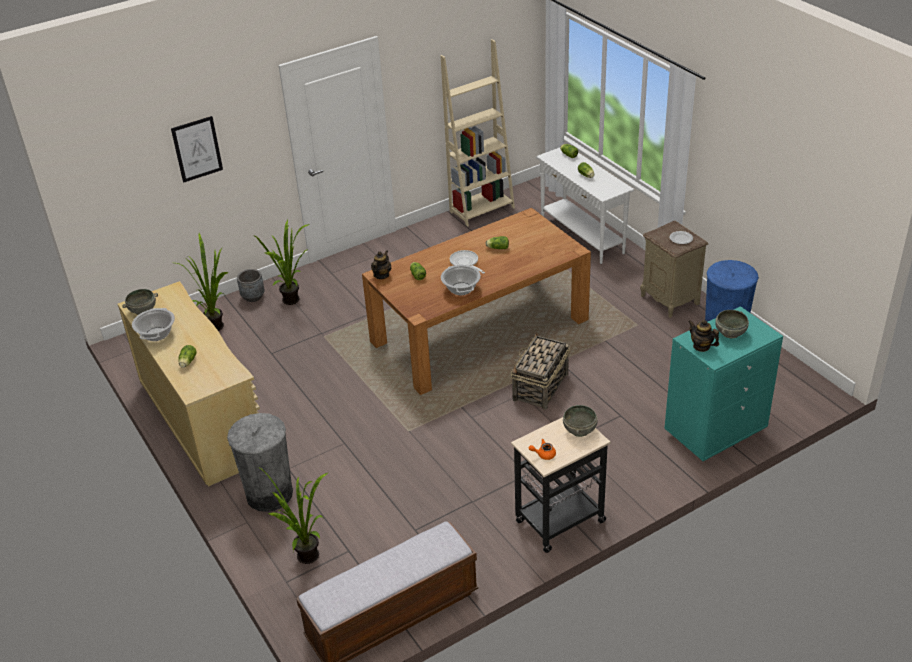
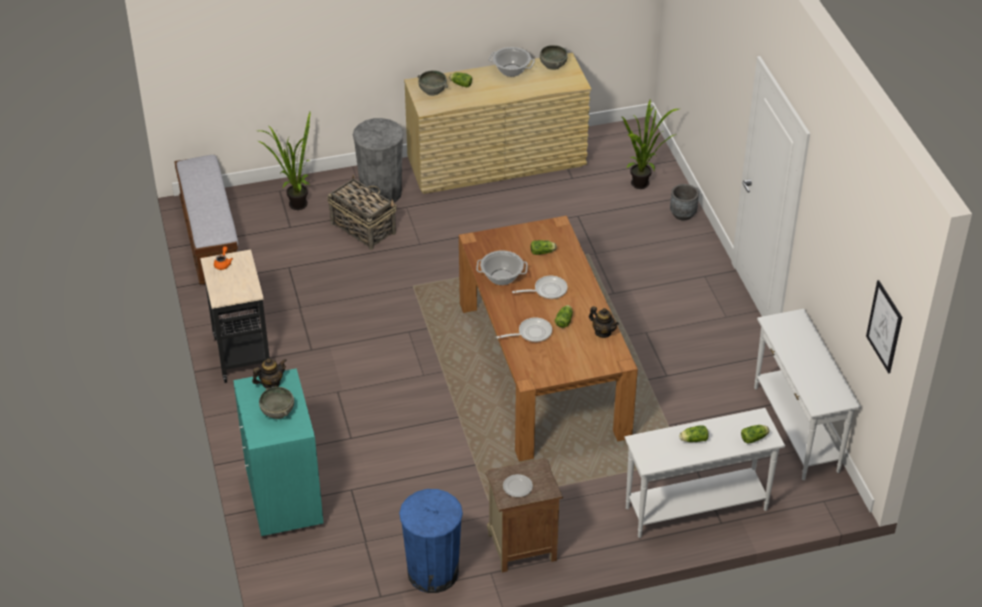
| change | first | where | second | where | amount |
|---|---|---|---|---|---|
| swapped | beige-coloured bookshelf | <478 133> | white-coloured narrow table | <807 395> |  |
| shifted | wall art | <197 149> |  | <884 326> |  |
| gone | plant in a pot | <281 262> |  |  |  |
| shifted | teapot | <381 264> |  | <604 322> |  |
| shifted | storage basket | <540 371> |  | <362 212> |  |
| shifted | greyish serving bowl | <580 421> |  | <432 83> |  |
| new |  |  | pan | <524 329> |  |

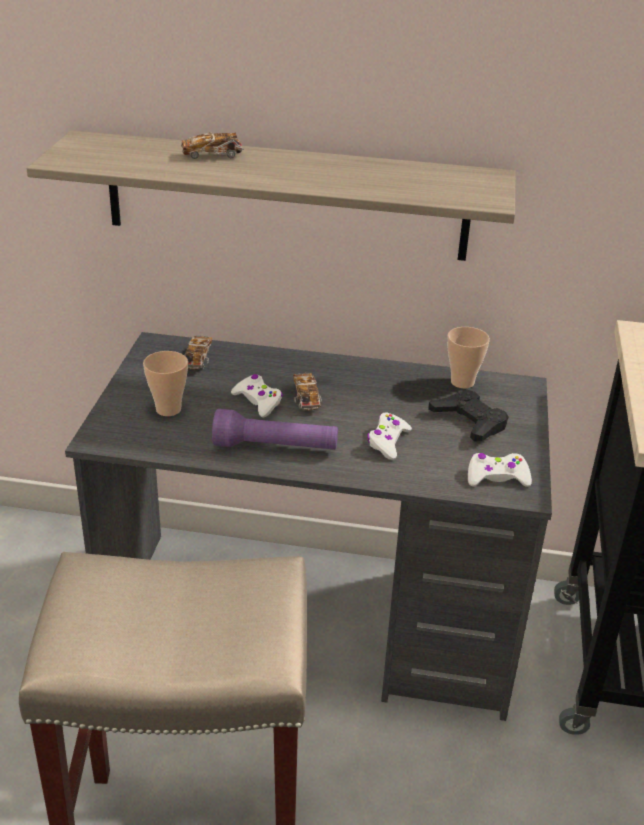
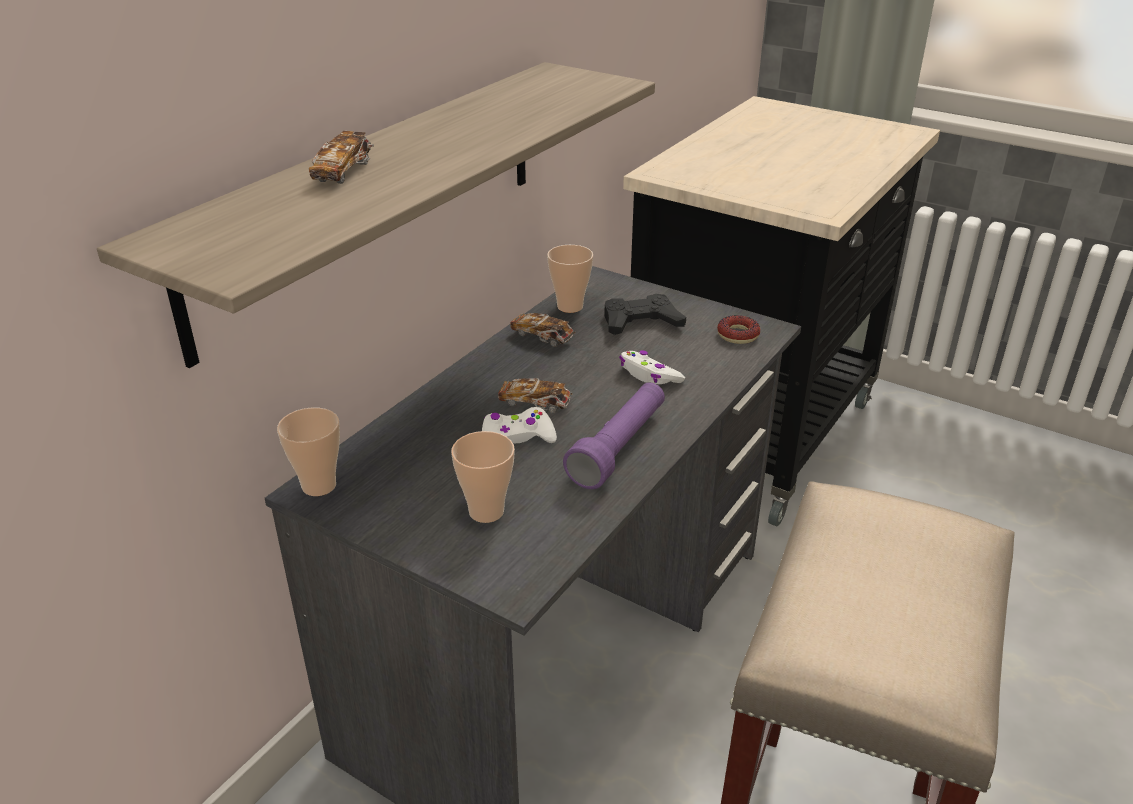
| change | first | where | second | where | amount |
|---|---|---|---|---|---|
| shifted | model car | <198 352> |  | <543 330> |  |
| swapped | white-coloured game controller | <500 470> | donut | <738 329> |  |
| new |  |  | cup | <308 451> |  |

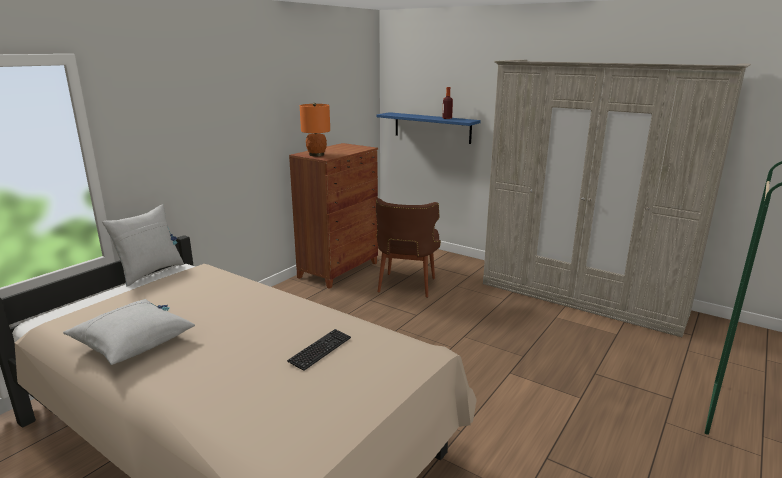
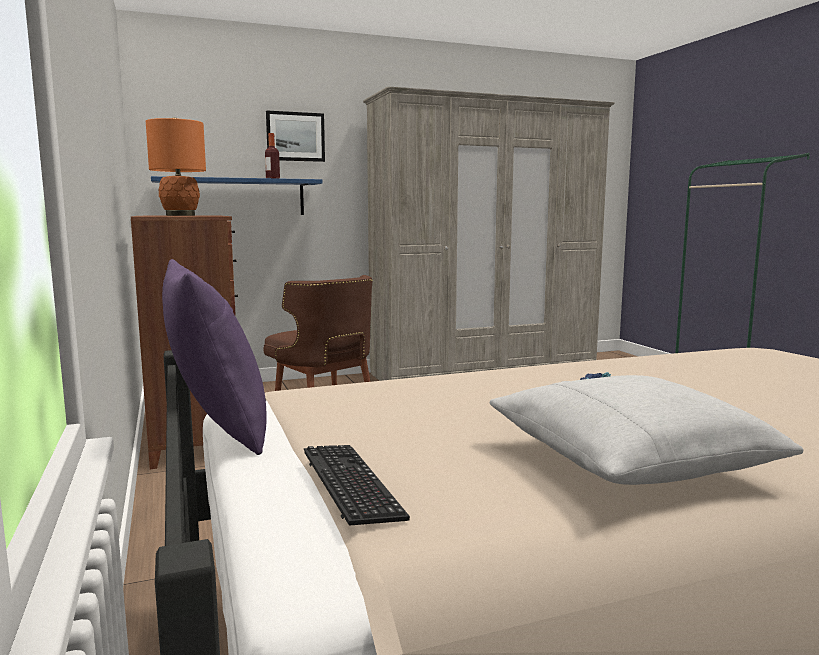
| change | first | where | second | where | amount |
|---|---|---|---|---|---|
| repainted | greyish pillow | <143 245> | purplish pillow | <214 357> |  |
| shifted | keyboard | <319 350> |  | <357 485> |  |
| new |  |  | wall art | <295 136> |  |

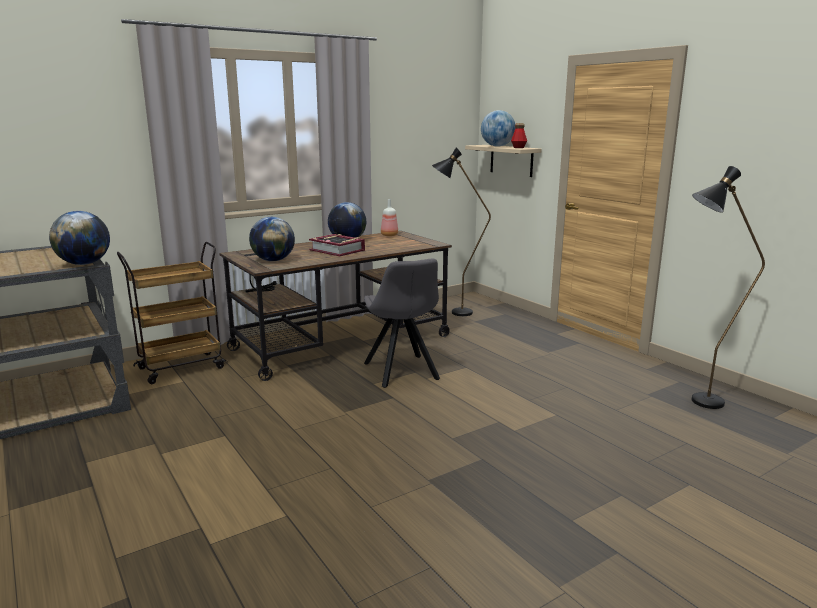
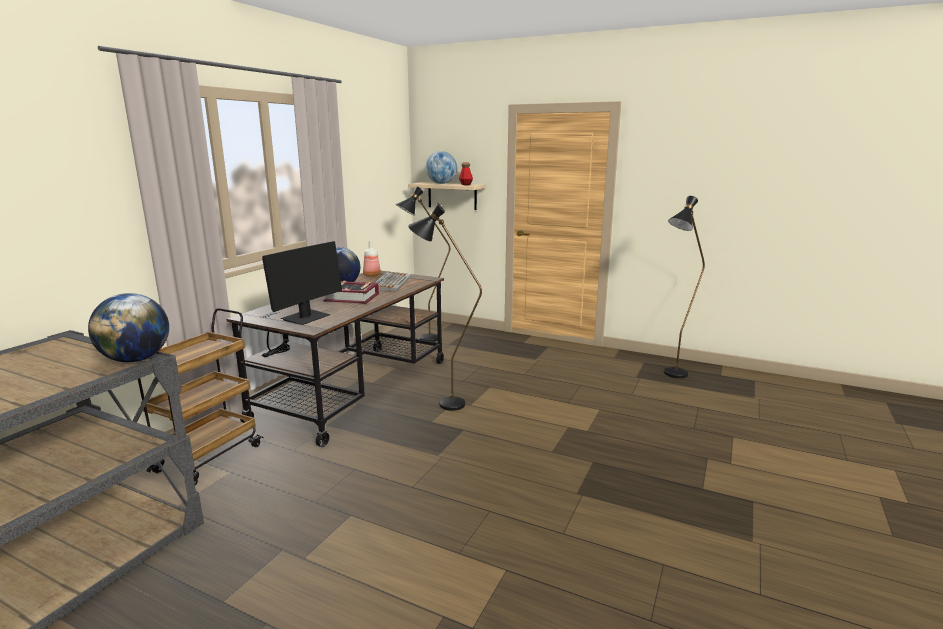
| change | first | where | second | where | amount |
|---|---|---|---|---|---|
| swapped | world globe | <272 239> | computer screen | <302 283> |  |
| swapped | greyish upright chair | <402 323> | black-coloured standard lamp | <445 307> |  |
| new |  |  | keyboard | <392 282> |  |

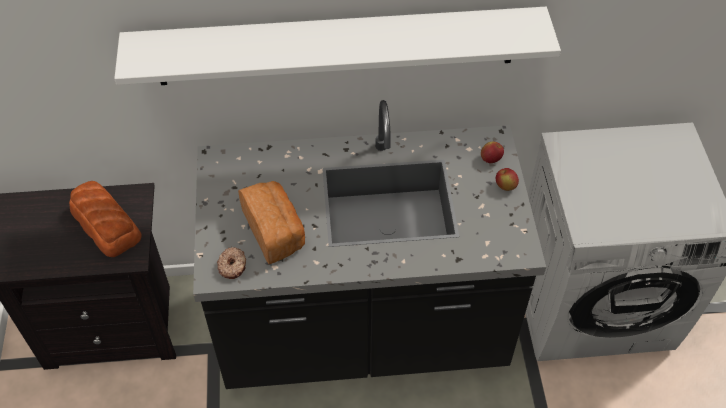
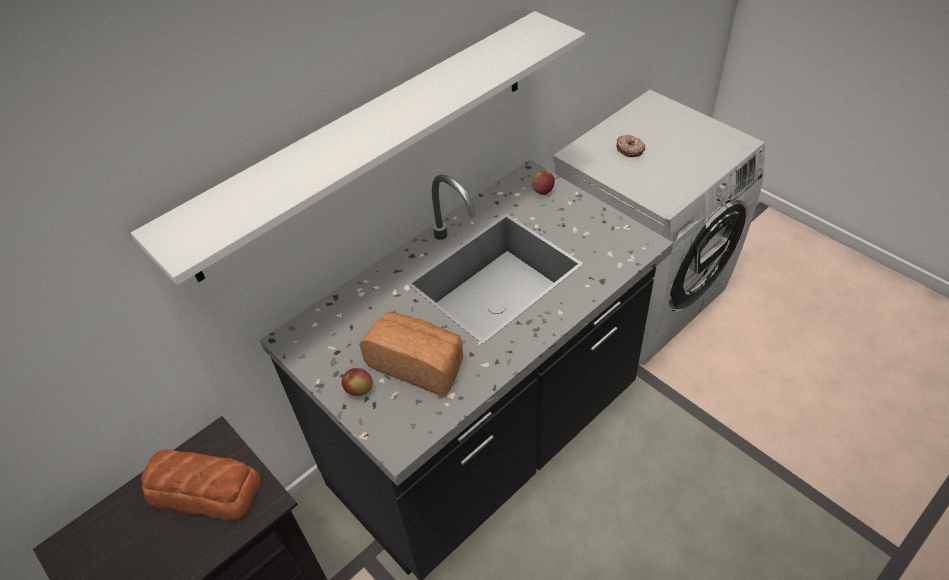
| change | first | where | second | where | amount |
|---|---|---|---|---|---|
| shifted | whole apple | <507 179> |  | <357 382> |  |
| shifted | donut | <231 263> |  | <630 146> |  |

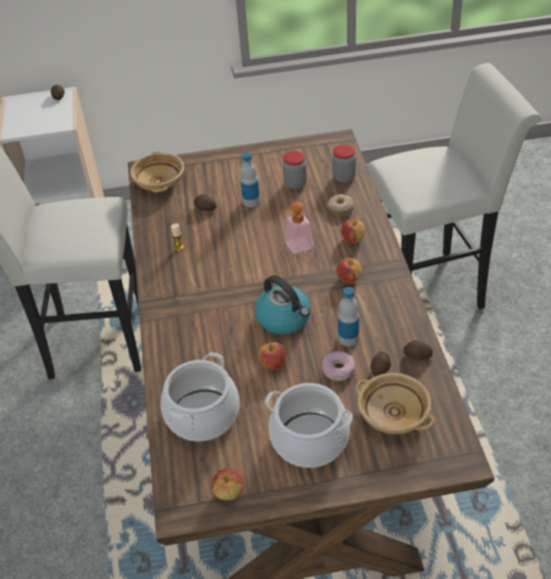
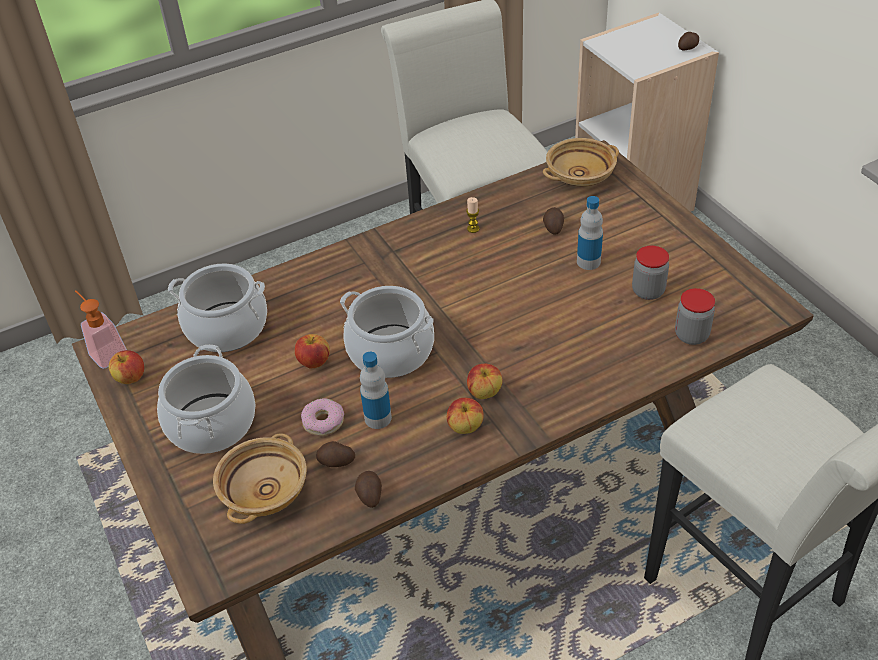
| change | first | where | second | where | amount |
|---|---|---|---|---|---|
| gone | donut | <341 205> |  |  |  |
| shifted | soap dispenser | <294 228> |  | <101 329> |  |
| shifted | whole apple | <353 231> |  | <465 416> |  |
| swapped | tea kettle | <283 305> | cooking pot | <387 332> |  |

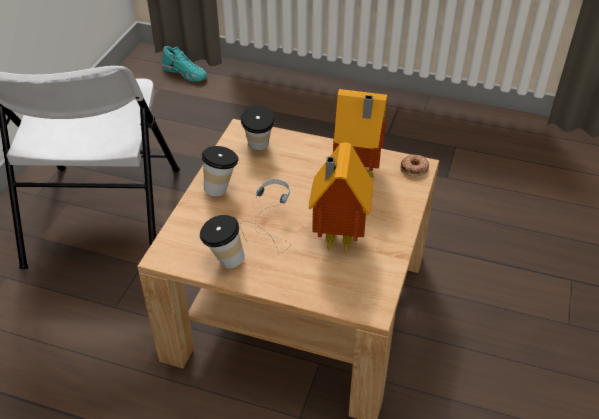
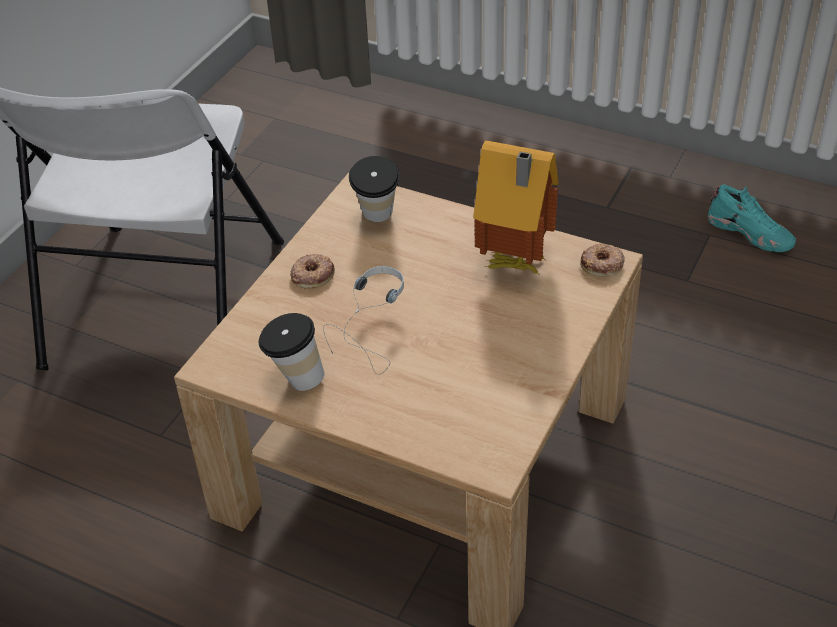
| change | first | where | second | where | amount |
|---|---|---|---|---|---|
| shifted | turquoise item of footwear | <184 64> |  | <752 218> |  |
| gone | miniature house | <341 198> |  |  |  |
| swapped | cup | <220 171> | donut | <312 271> |  |

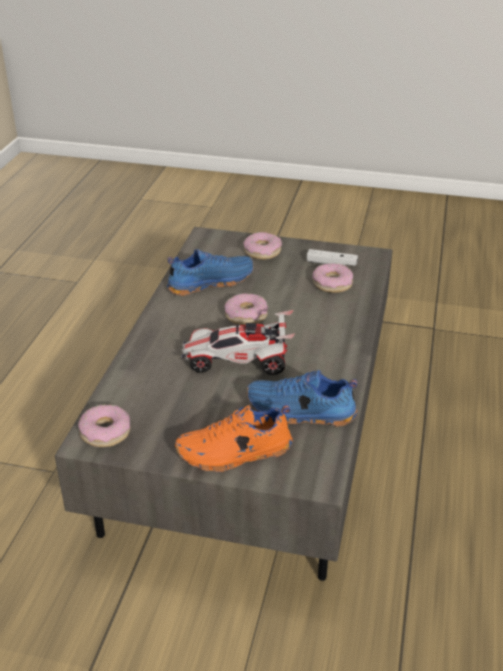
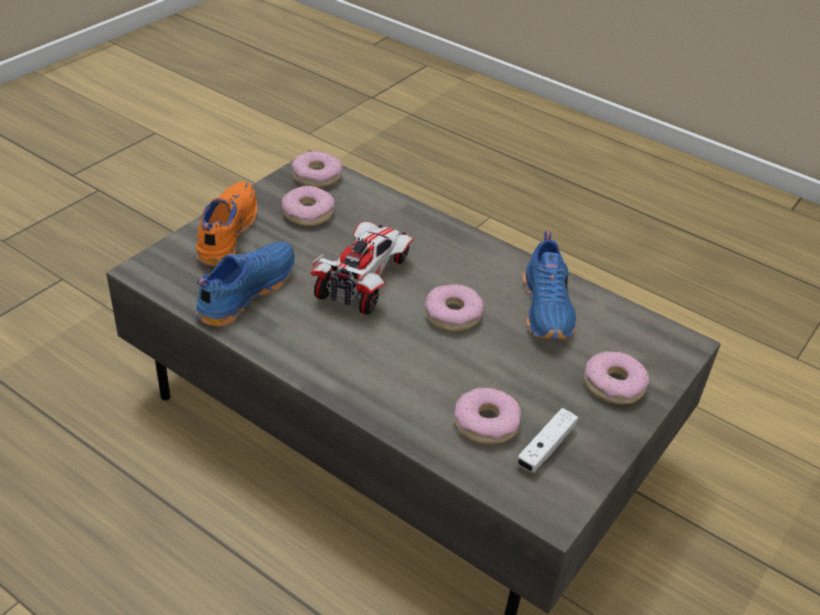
| change | first | where | second | where | amount |
|---|---|---|---|---|---|
| new |  |  | donut | <308 206> |  |

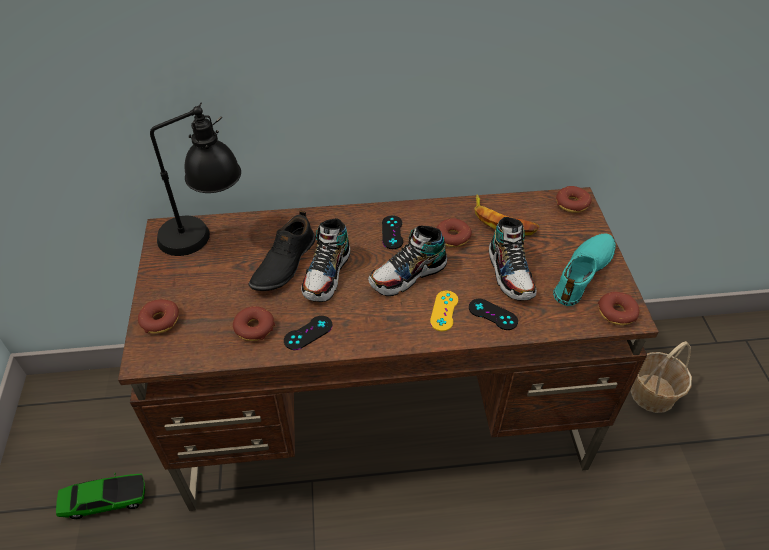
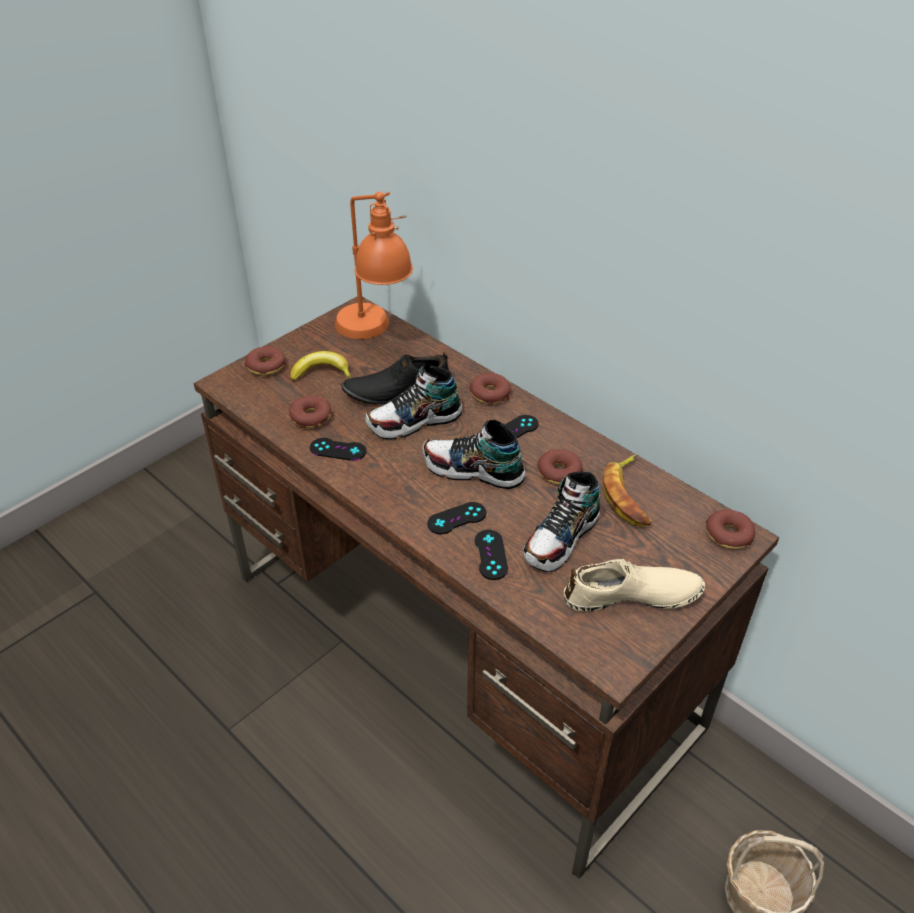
| change | first | where | second | where | amount |
|---|---|---|---|---|---|
| repainted | black-coloured lamp for a table | <195 179> | orangey lamp for a table | <374 265> |  |
| repainted | turquoise item of footwear | <584 269> | beige-coloured item of footwear | <634 585> |  |
| repainted | yellow-coloured game controller | <444 311> | black-coloured game controller | <456 518> |  |
| shifted | donut | <618 308> |  | <490 388> |  |
| gone | model car | <100 495> |  |  |  |
| new |  |  | whole banana | <320 366> |  |

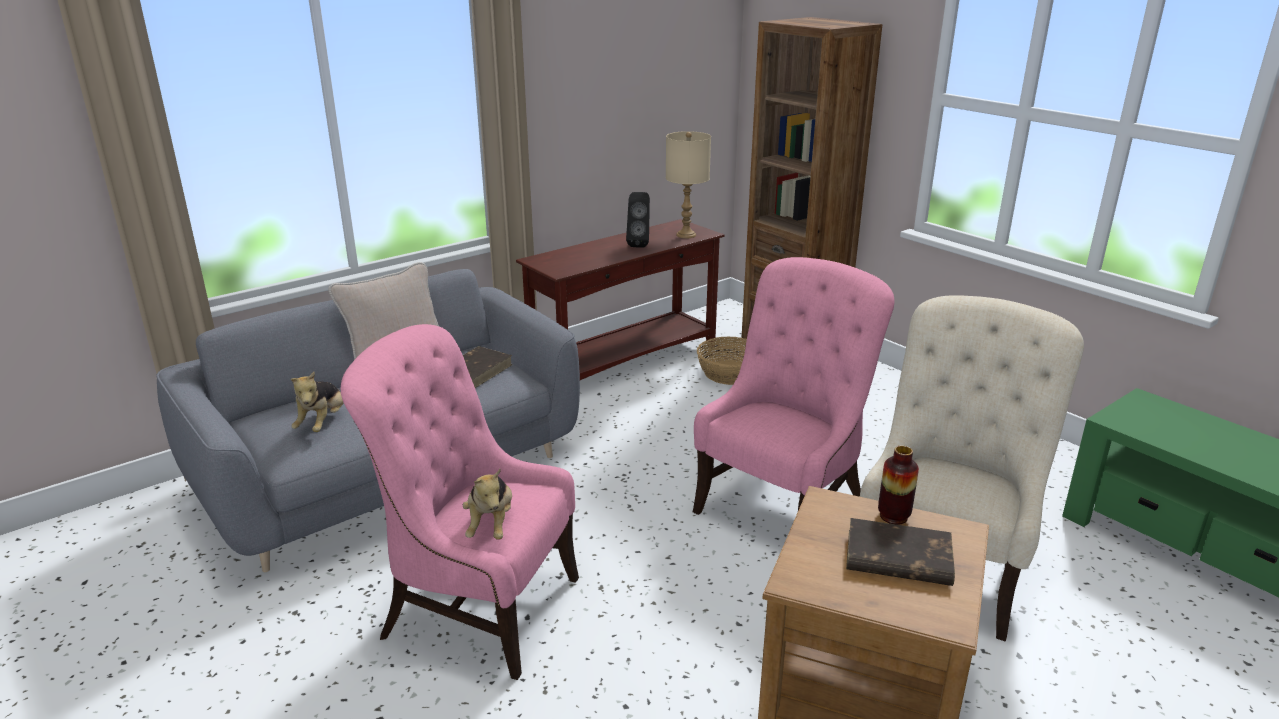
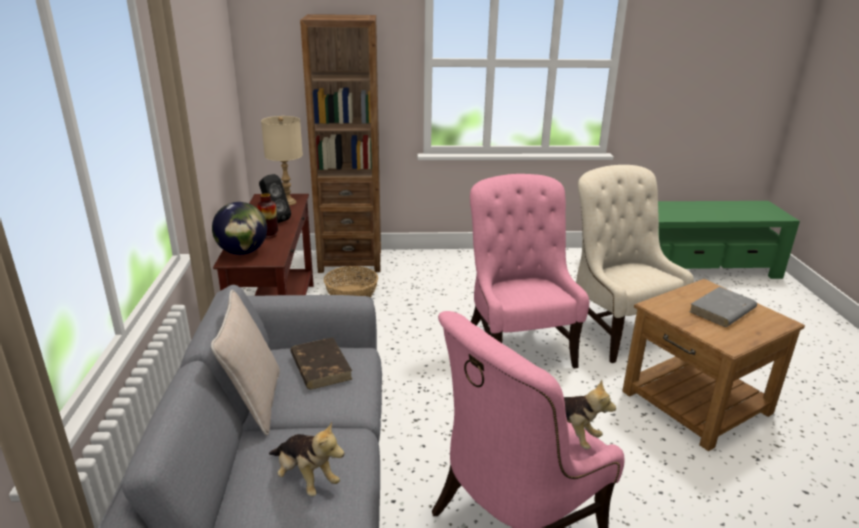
| change | first | where | second | where | amount |
|---|---|---|---|---|---|
| shifted | flower vase | <898 485> |  | <267 215> |  |
| repainted | brownish book | <900 552> | greyish book | <723 307> |  |
| new |  |  | world globe | <239 228> |  |

